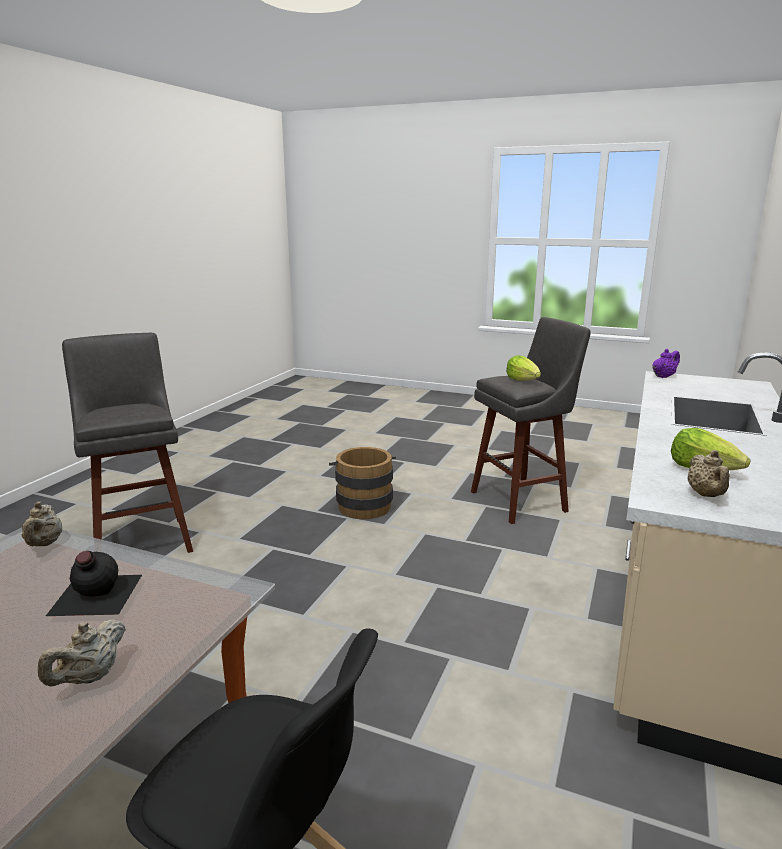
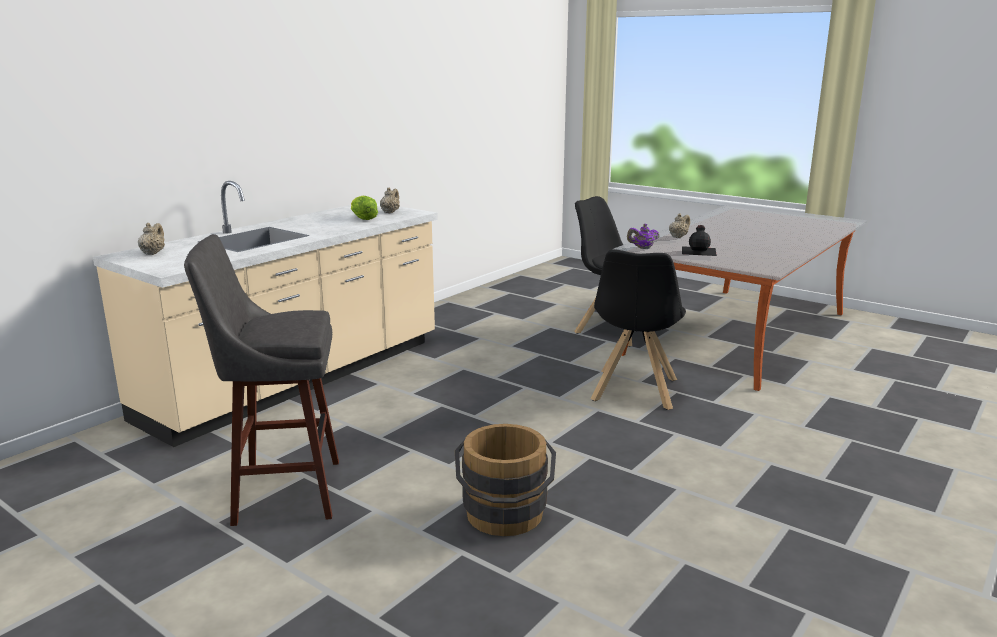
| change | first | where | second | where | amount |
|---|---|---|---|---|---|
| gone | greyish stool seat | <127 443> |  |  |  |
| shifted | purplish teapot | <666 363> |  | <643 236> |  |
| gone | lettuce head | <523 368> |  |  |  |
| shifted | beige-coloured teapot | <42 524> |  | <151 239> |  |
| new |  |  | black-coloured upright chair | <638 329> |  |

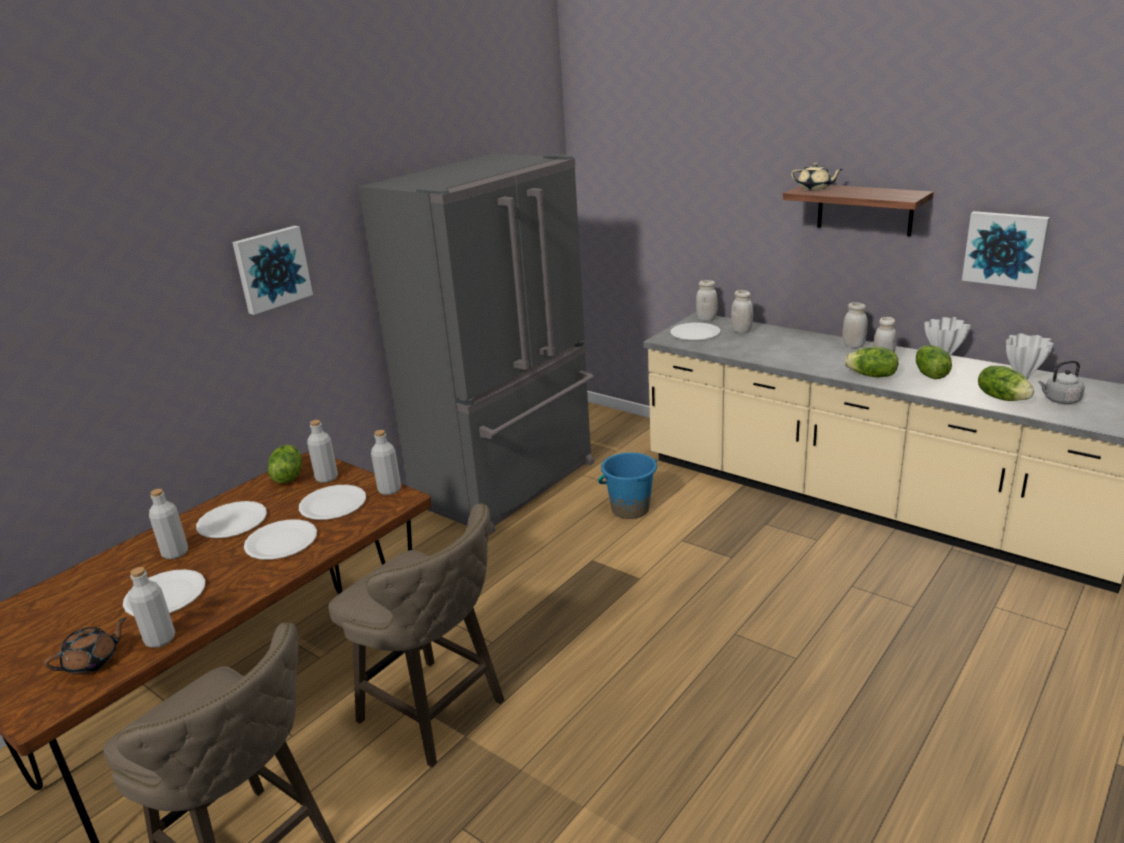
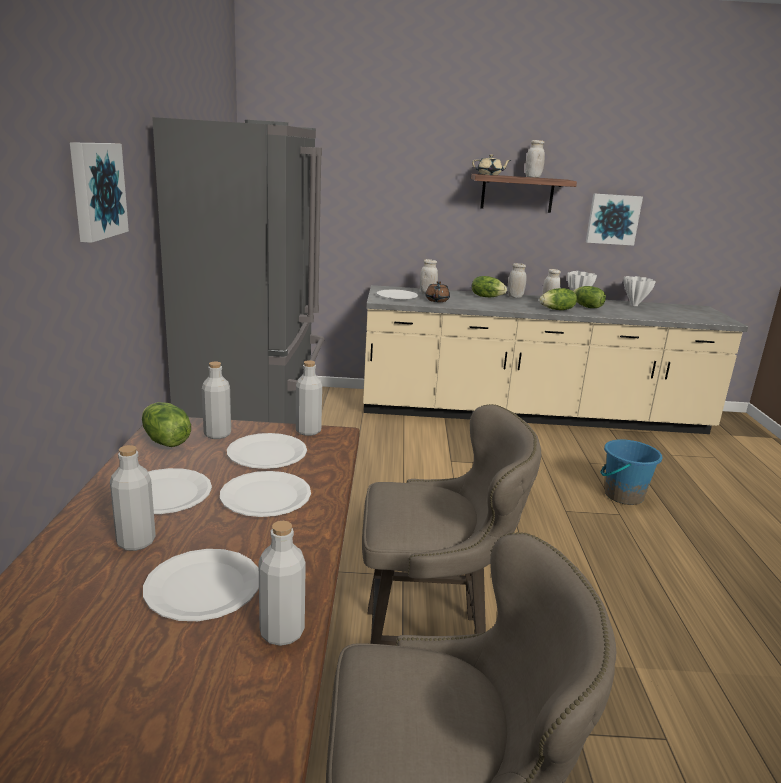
| change | first | where | second | where | amount |
|---|---|---|---|---|---|
| shifted | white-coloured storage jar | <707 300> |  | <535 159> |  |
| gone | greyish tea kettle | <1061 382> |  |  |  |
| shifted | lettuce head | <1006 383> |  | <489 286> |  |
| shifted | bluish water bucket | <627 486> |  | <632 472> |  |
| shifted | brownish teapot | <85 646> |  | <437 291> |  |

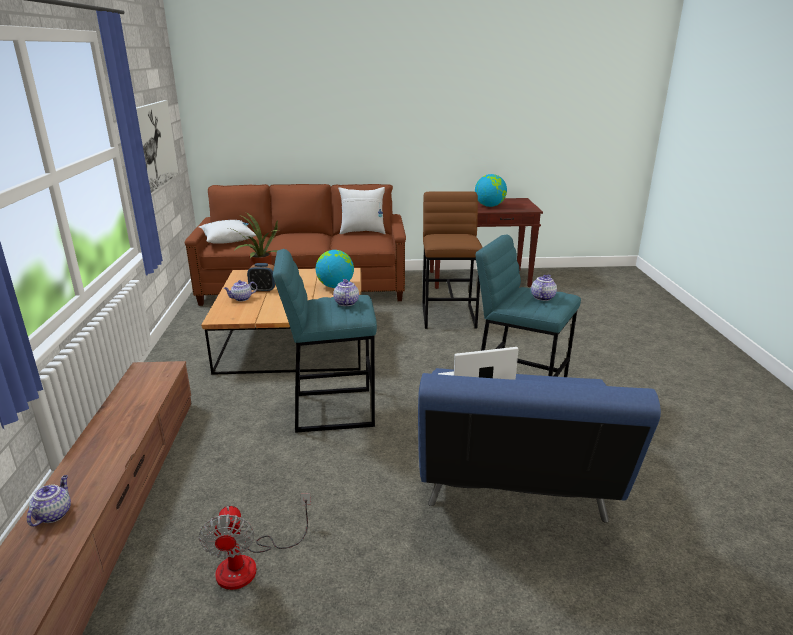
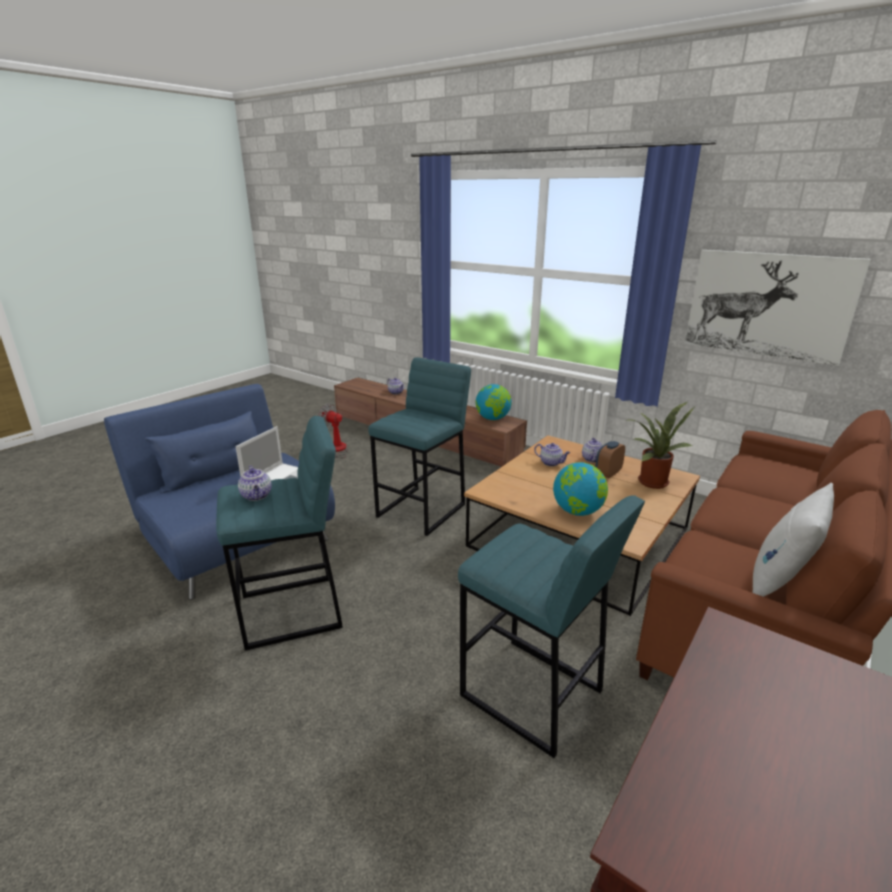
| change | first | where | second | where | amount |
|---|---|---|---|---|---|
| shifted | world globe | <491 190> |  | <494 402> |  |
| repainted | brownish stool seat | <452 260> | turquoise stool seat | <551 626> |  |
| gone | greyish pillow | <227 232> |  |  |  |
| shifted | teapot | <346 292> |  | <552 454> |  |

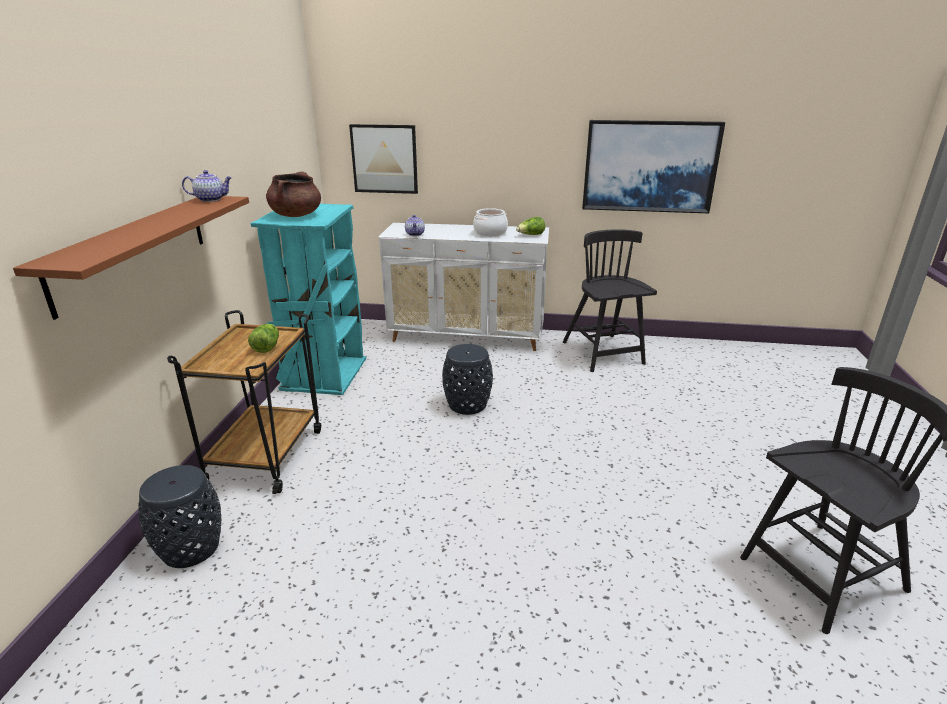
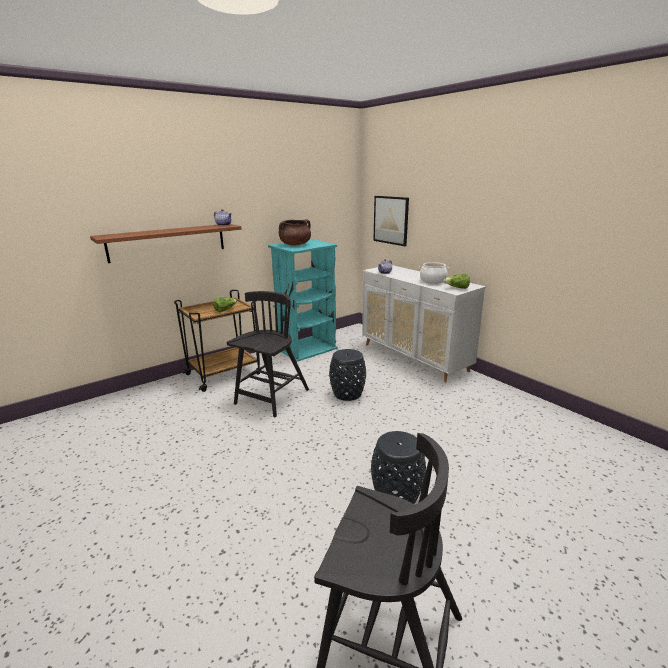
| change | first | where | second | where | amount |
|---|---|---|---|---|---|
| gone | wall art | <653 166> |  |  |  |
| shifted | black-coloured upright chair | <610 300> |  | <268 354> |  |
| shifted | black-coloured stool seat | <179 516> |  | <398 467> |  |

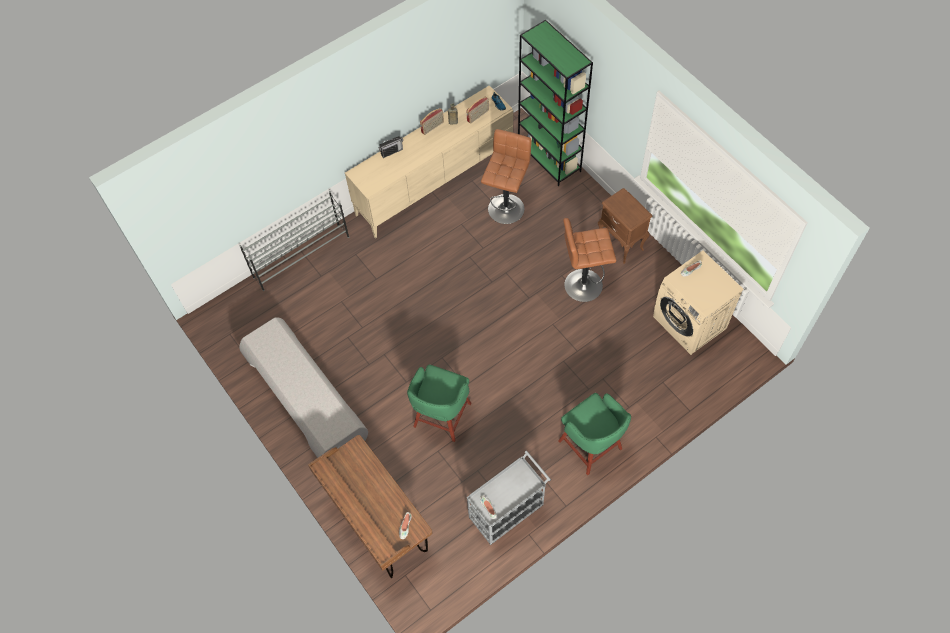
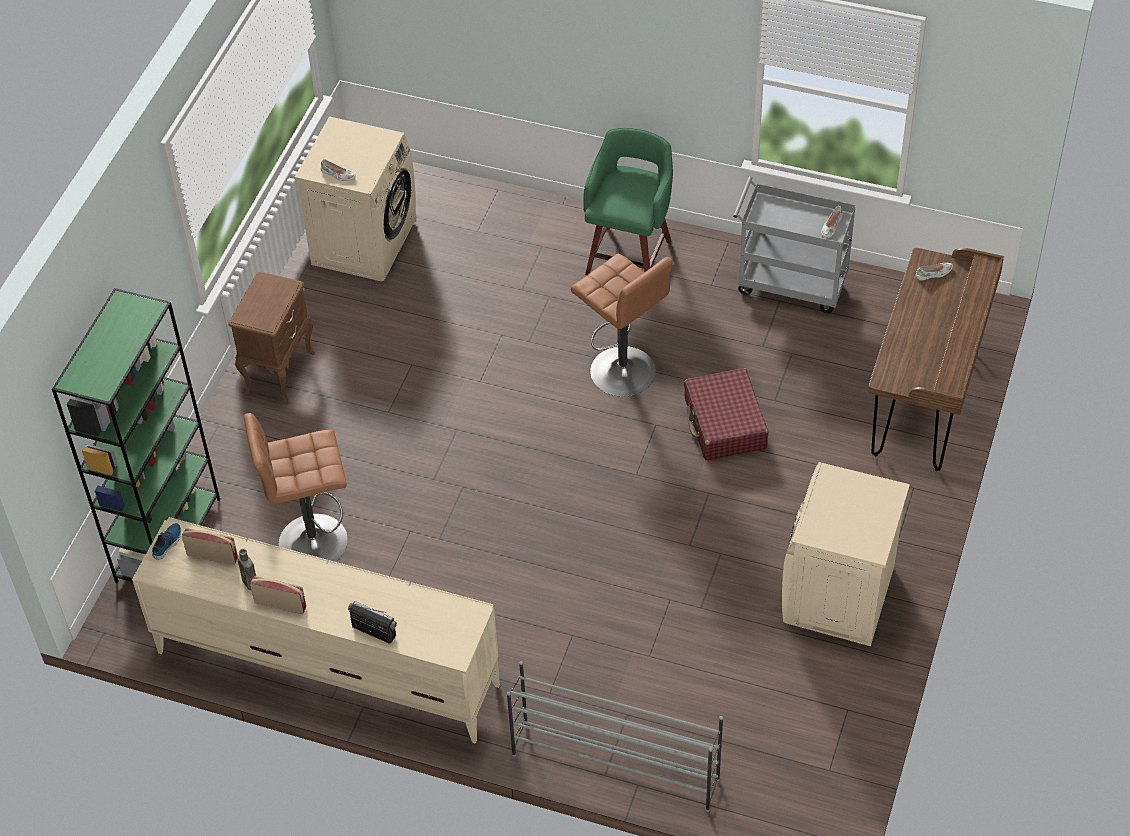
| change | first | where | second | where | amount |
|---|---|---|---|---|---|
| shifted | brownish stool seat | <589 260> |  | <622 325> |  |
| swapped | greyish indoor bench | <303 387> | beige-coloured washing machine | <846 554> |  |
| swapped | green stool seat | <439 403> | reddish piece of luggage | <726 414> |  |

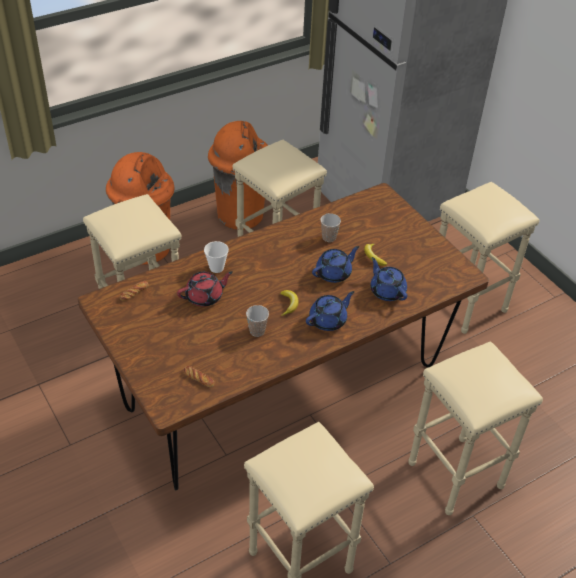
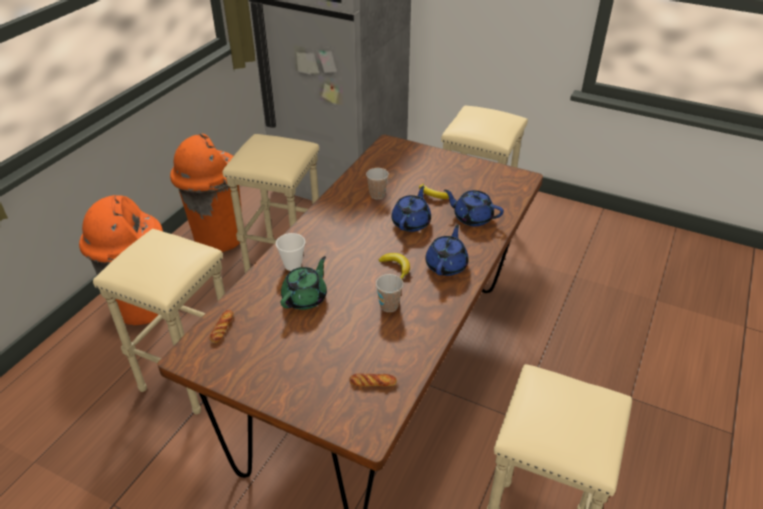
| change | first | where | second | where | amount |
|---|---|---|---|---|---|
| repainted | reddish teapot | <205 289> | green teapot | <304 283> |  |
| gone | beige-coloured stool seat | <475 428> |  |  |  |

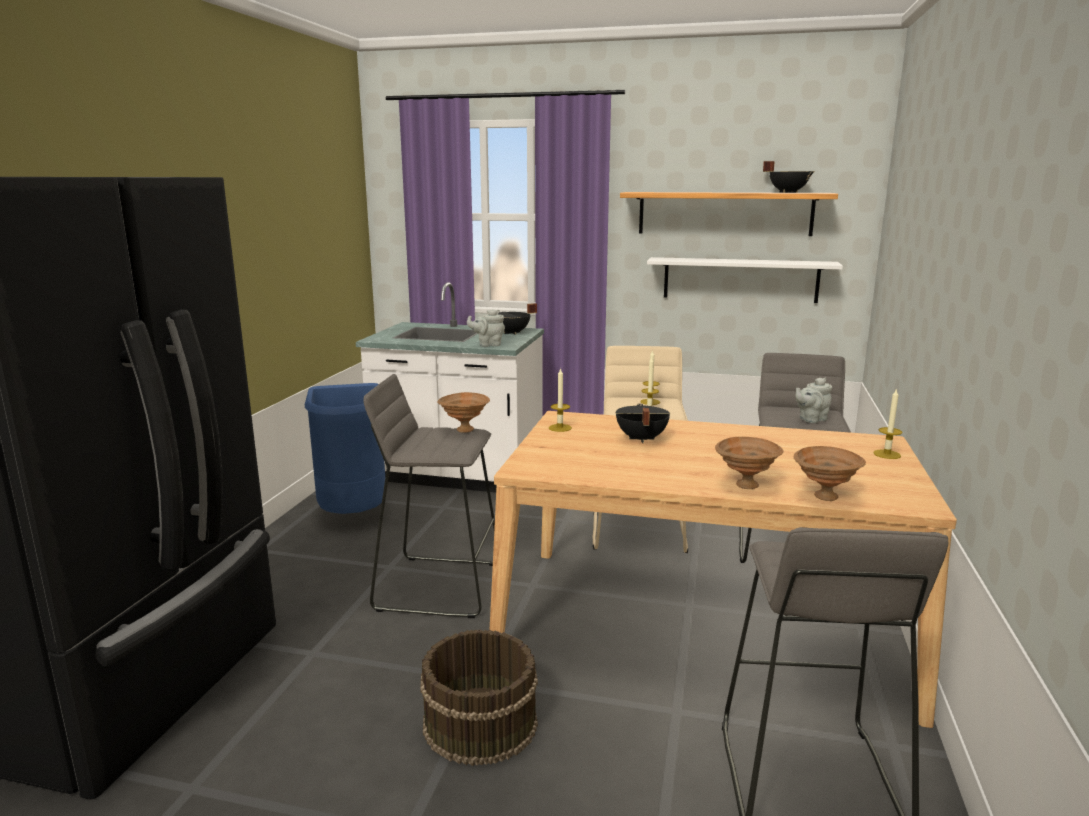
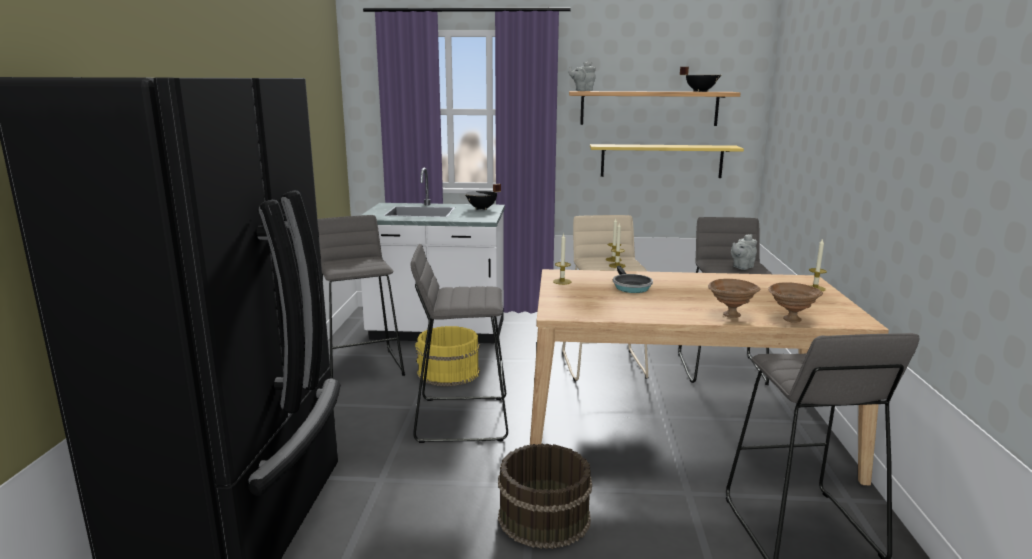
| change | first | where | second | where | amount |
|---|---|---|---|---|---|
| repainted | white-coloured bracket shelf | <745 280> | yellow-coloured bracket shelf | <667 161> |  |
| shifted | greyish teapot | <486 328> |  | <582 76> |  |
| swapped | bluish rubbish bin | <345 448> | greyish stool seat | <361 297> |  |
| gone | brownish serving bowl | <463 412> |  |  |  |
| swapped | black-coloured cooking pot | <642 423> | pan | <633 279> |  |
| new |  |  | yellow-coloured water bucket | <447 356> |  |

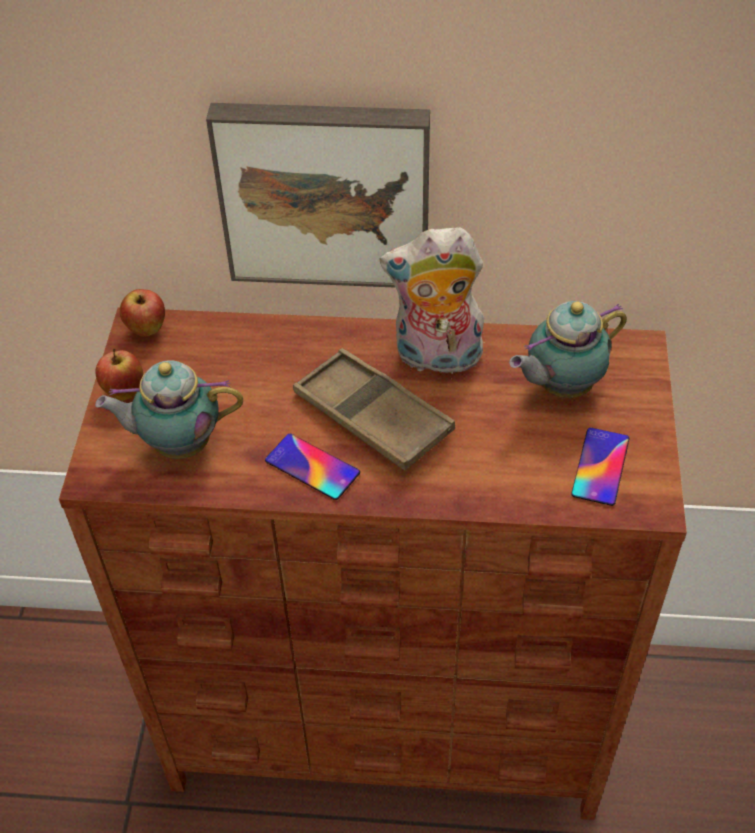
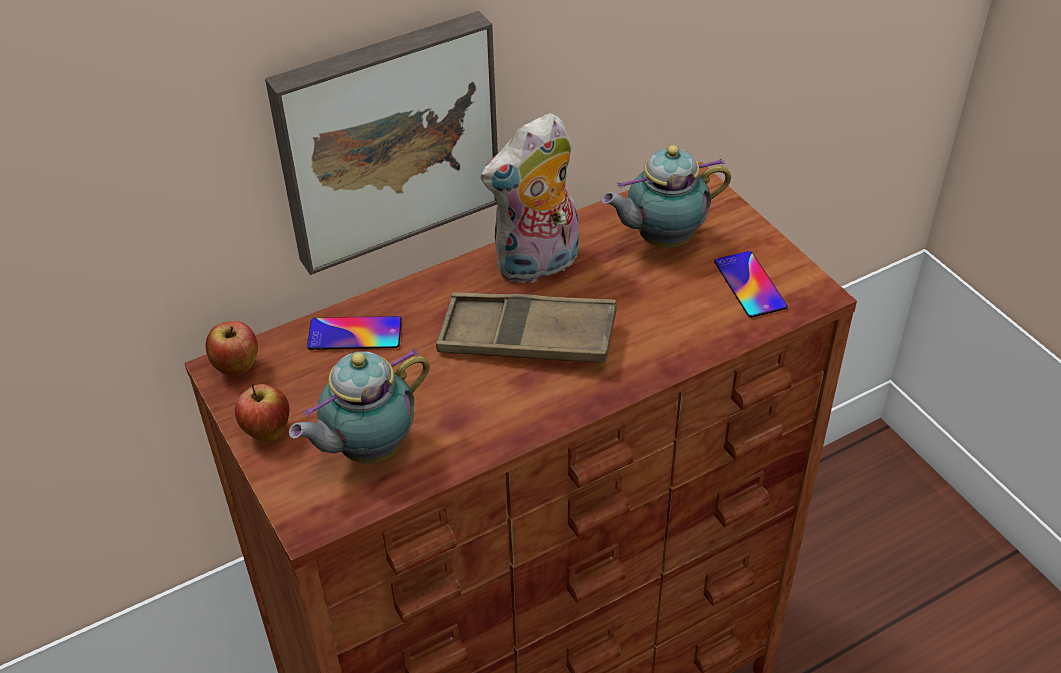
| change | first | where | second | where | amount |
|---|---|---|---|---|---|
| rotated | teapot | <568 349> |  | <666 196> | 45 degrees clockwise |
| shifted | handset | <312 467> |  | <354 333> |  |

